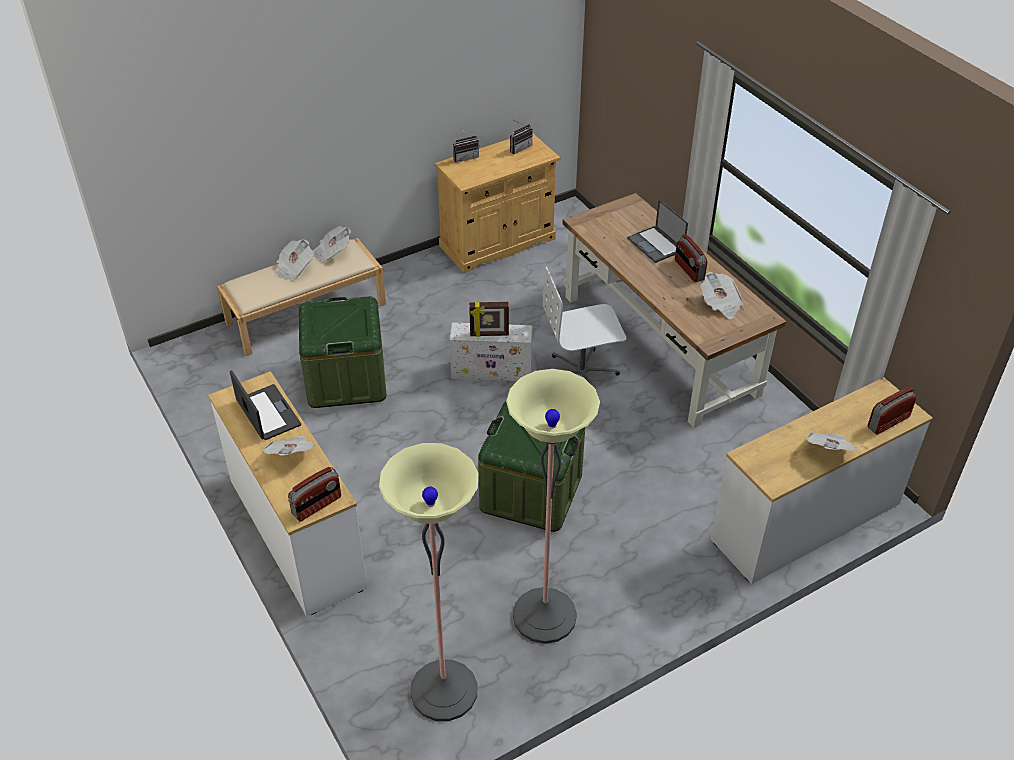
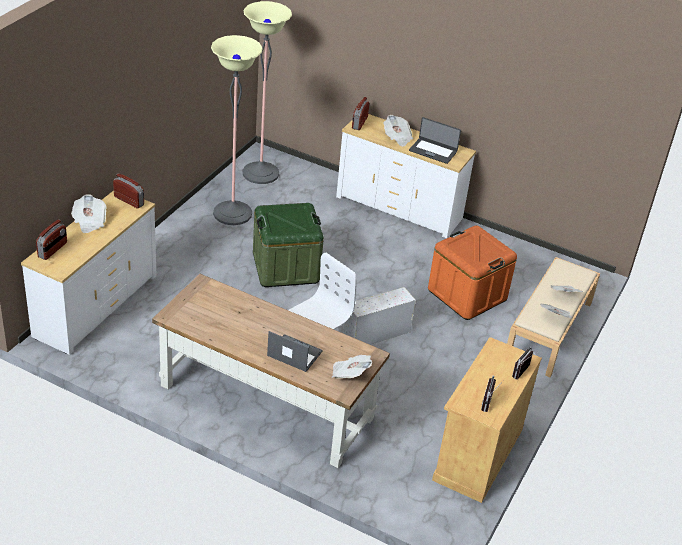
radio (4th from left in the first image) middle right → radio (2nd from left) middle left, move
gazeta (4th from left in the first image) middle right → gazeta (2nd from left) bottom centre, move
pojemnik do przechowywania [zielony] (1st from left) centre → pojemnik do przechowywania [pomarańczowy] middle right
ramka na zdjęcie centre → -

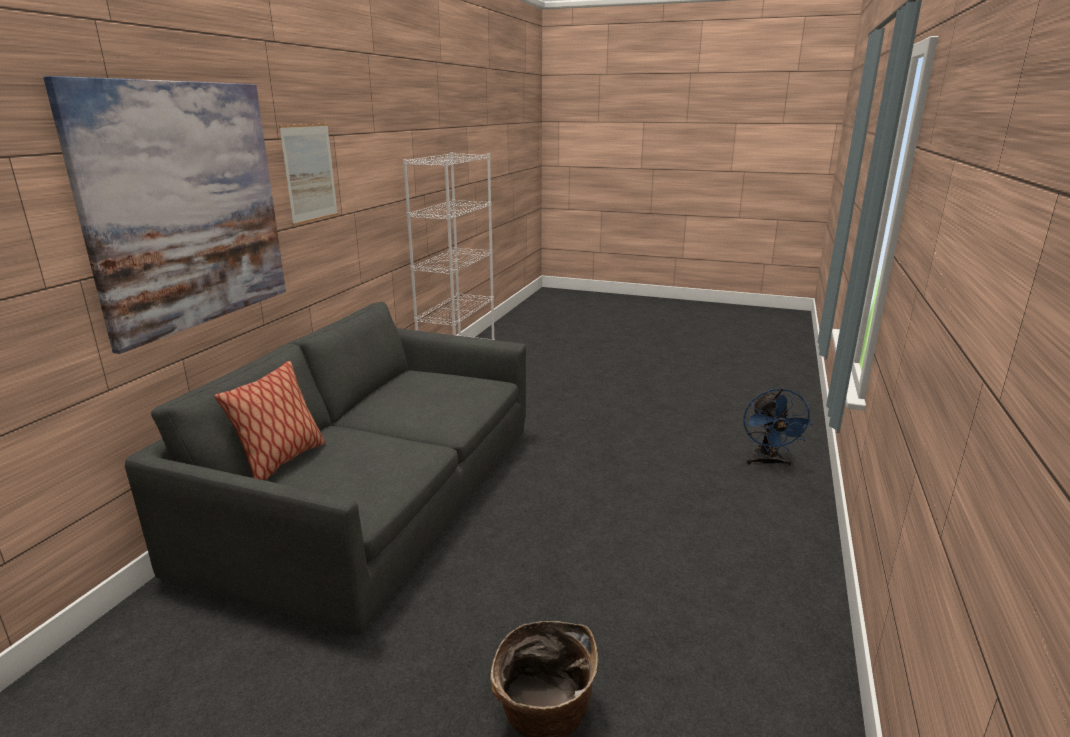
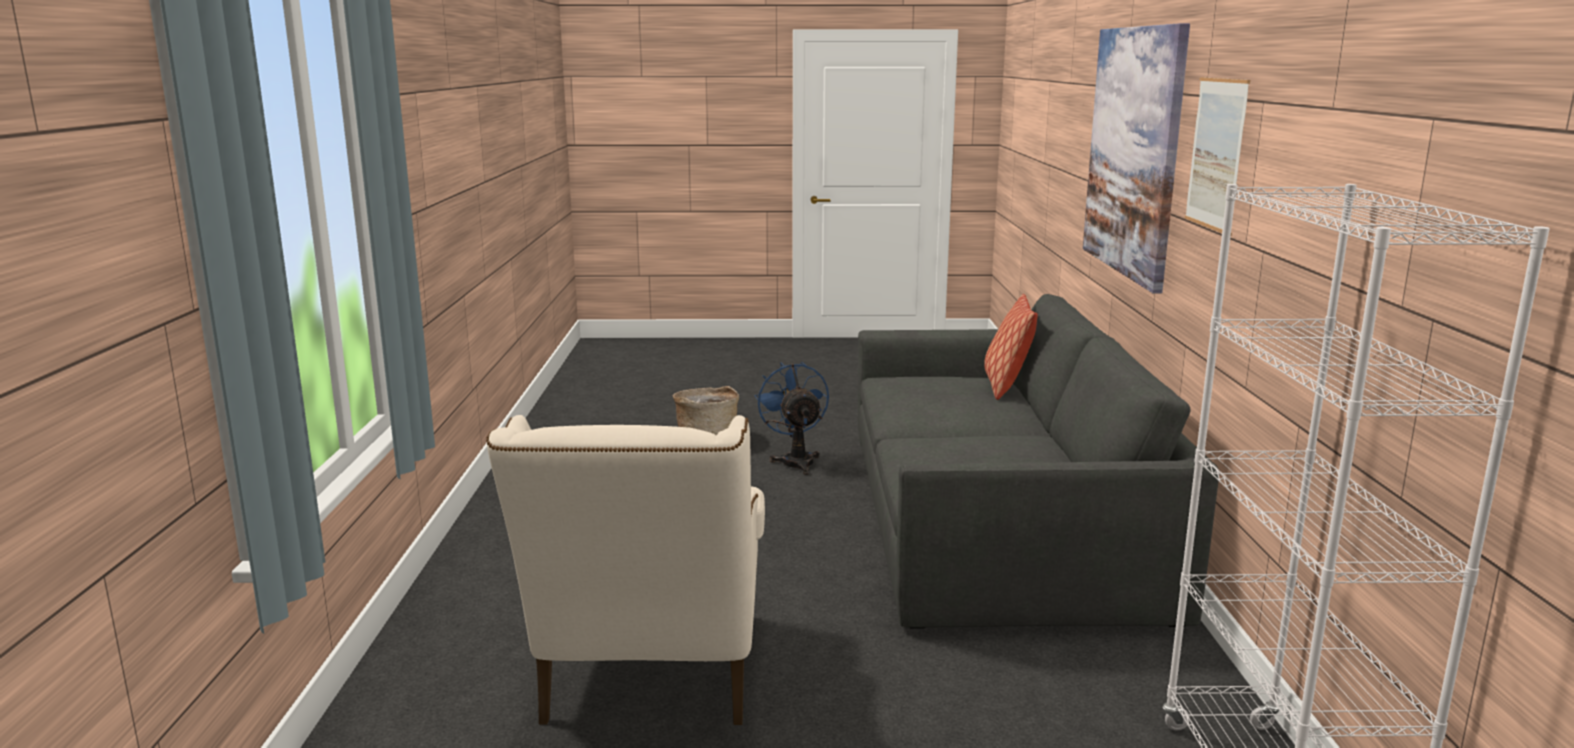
- → fotel [beżowy] bottom centre
wentylator [niebieski] middle right → wentylator [niebieski] centre, move

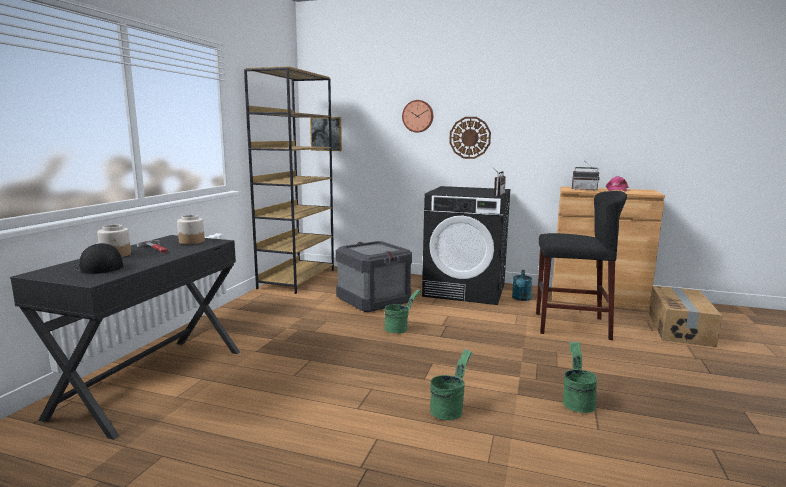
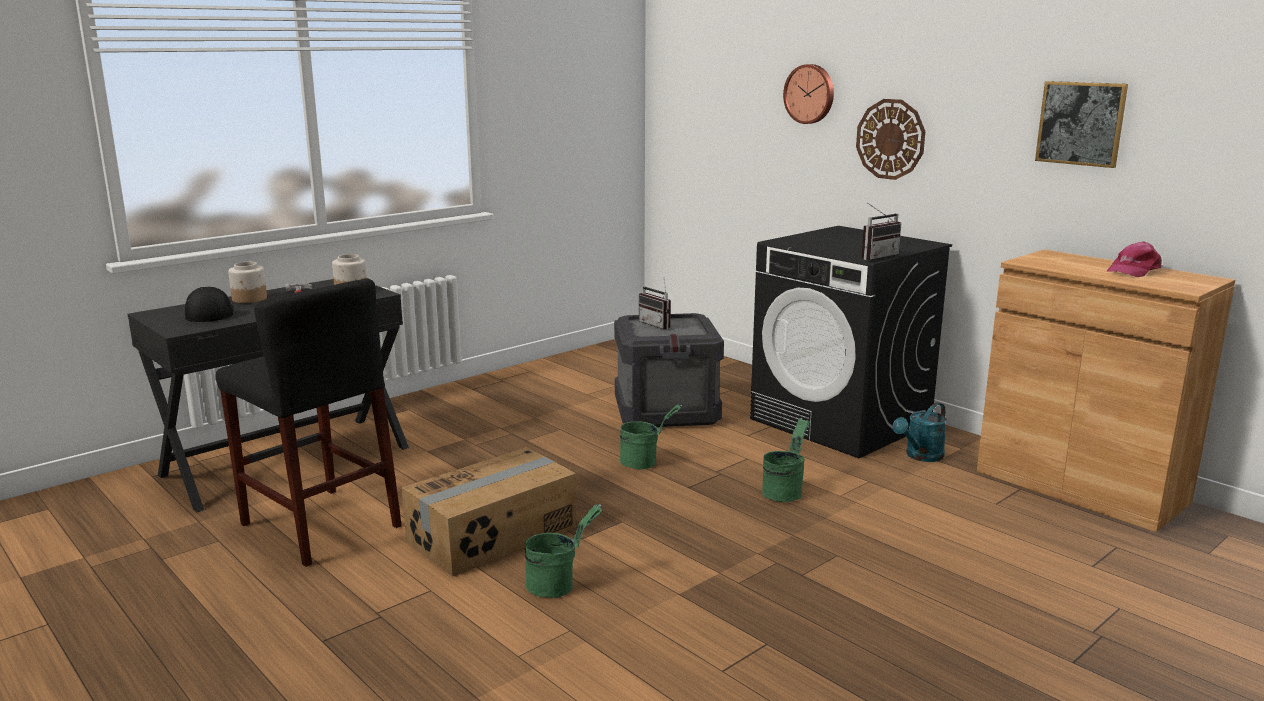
stołek [czarny] middle right → stołek [czarny] middle left, move
karton middle right → karton bottom centre, move
radio (2nd from left in the first image) middle right → radio (1st from left) centre, move
wiadro [zielony] (3rd from left) bottom right → wiadro [zielony] (3rd from left) centre, move
obraz top centre → obraz top right, move
regał [brązowy] centre → -

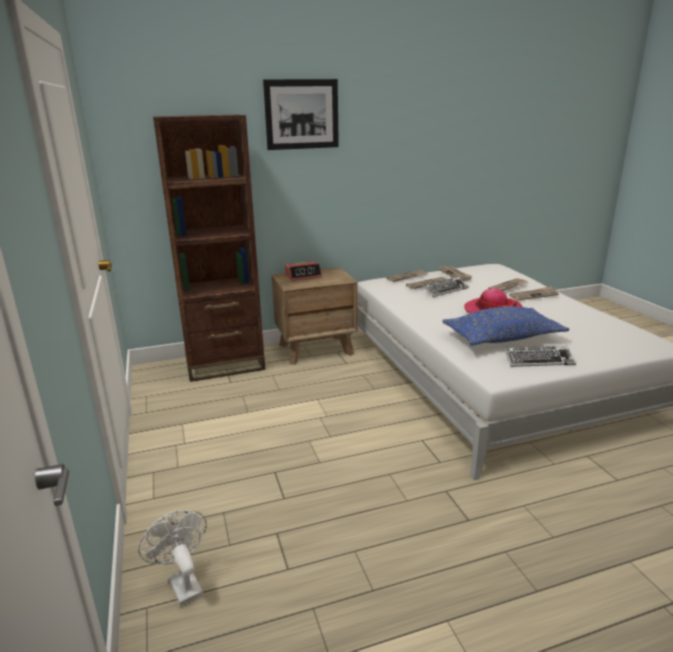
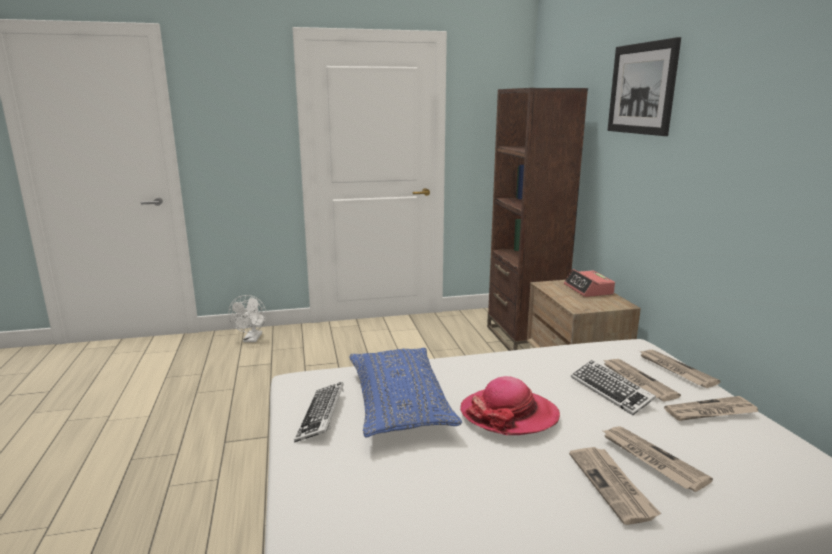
wentylator [biały] bottom left → wentylator [biały] middle left, 120 degrees clockwise

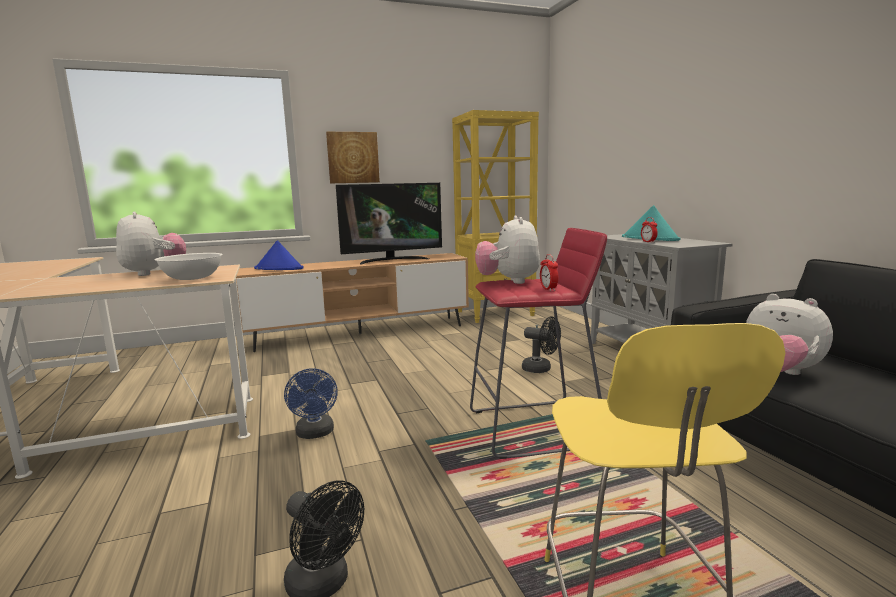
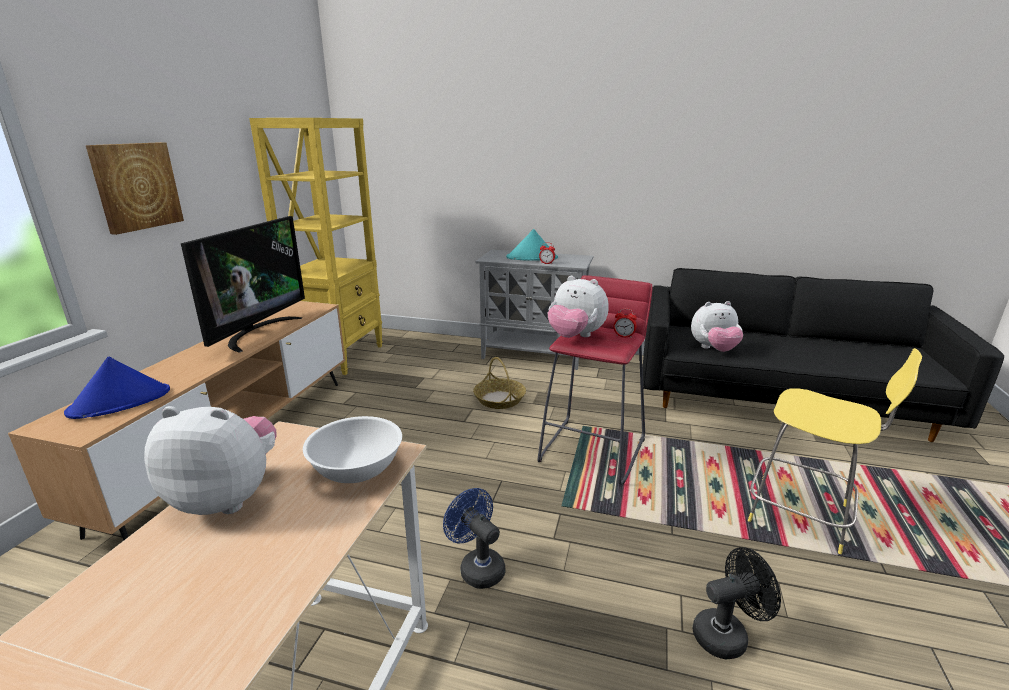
wentylator [niebieski] bottom centre, 150 degrees counterclockwise
wentylator [czarny] (2nd from left) centre → koszyk centre

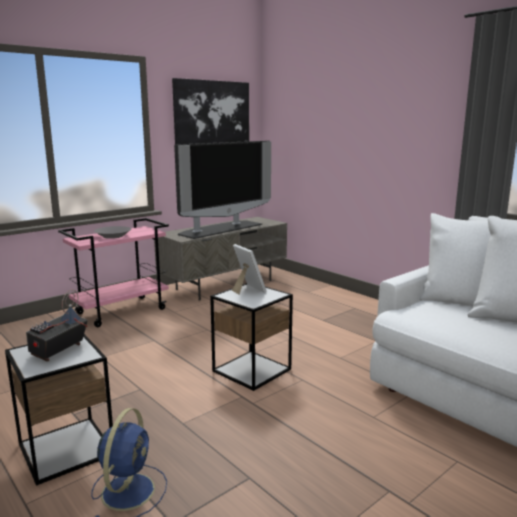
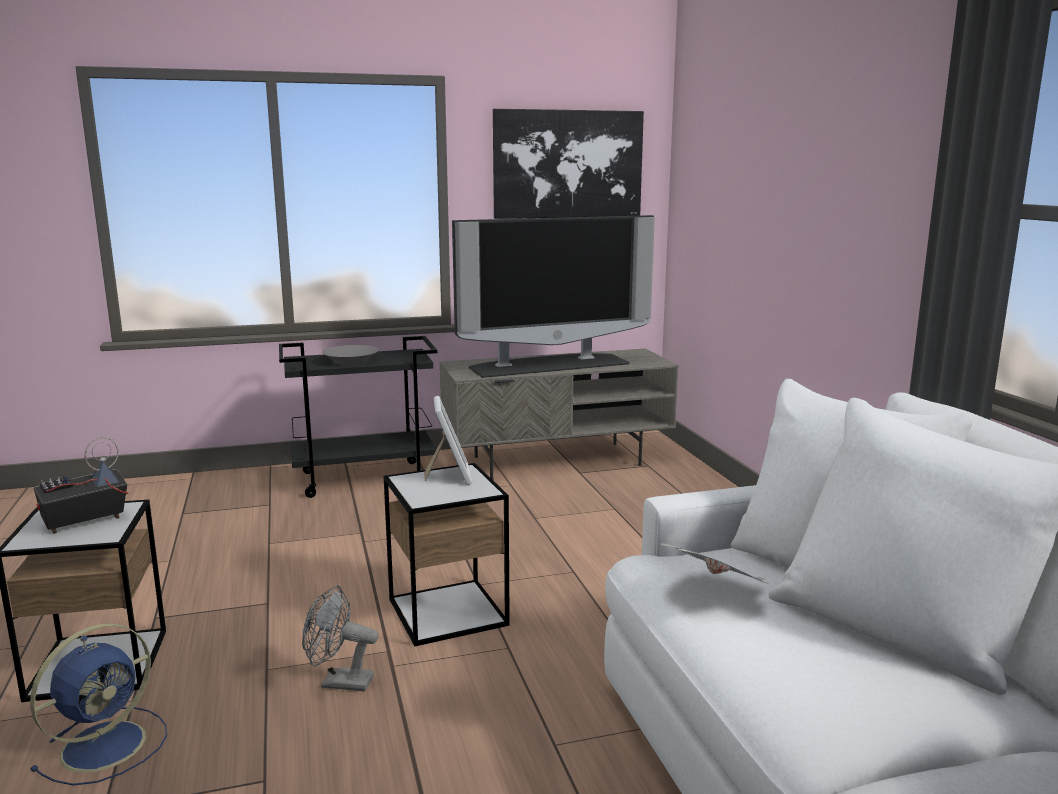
wózek [różowy] middle left → wózek [czarny] centre
- → wentylator [szary] bottom left
- → gazeta bottom right

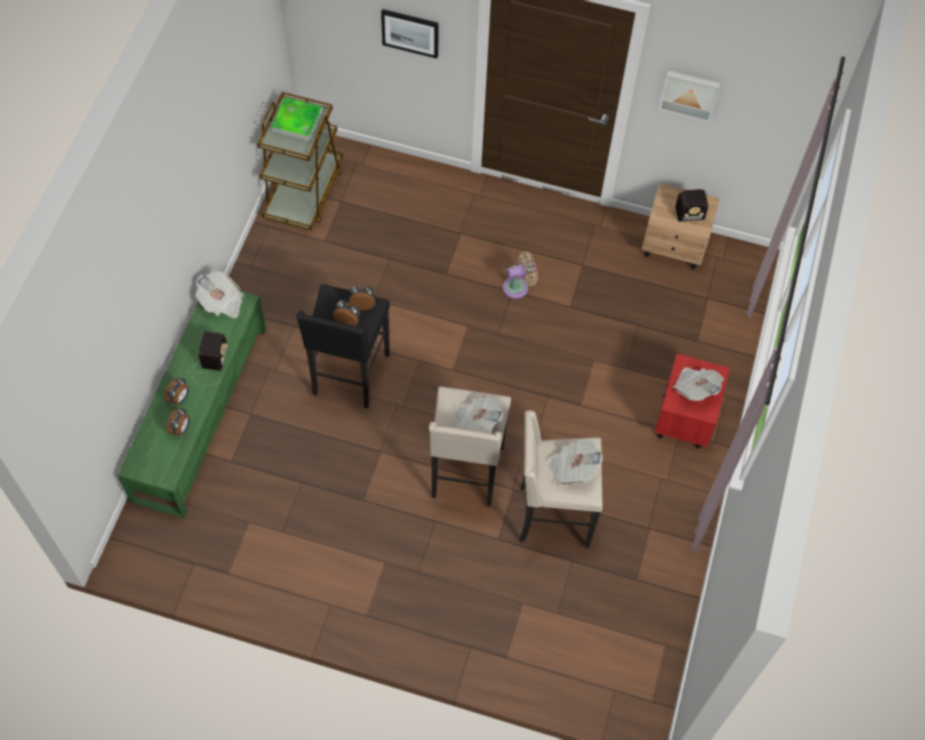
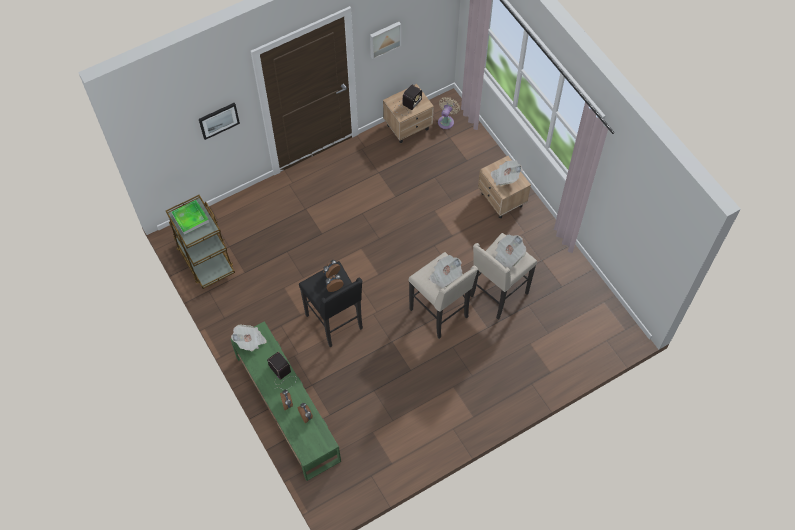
wentylator [beżowy] centre → wentylator [beżowy] top centre, move
szafka nocna [czerwony] middle right → szafka nocna [beżowy] (2nd from left) centre

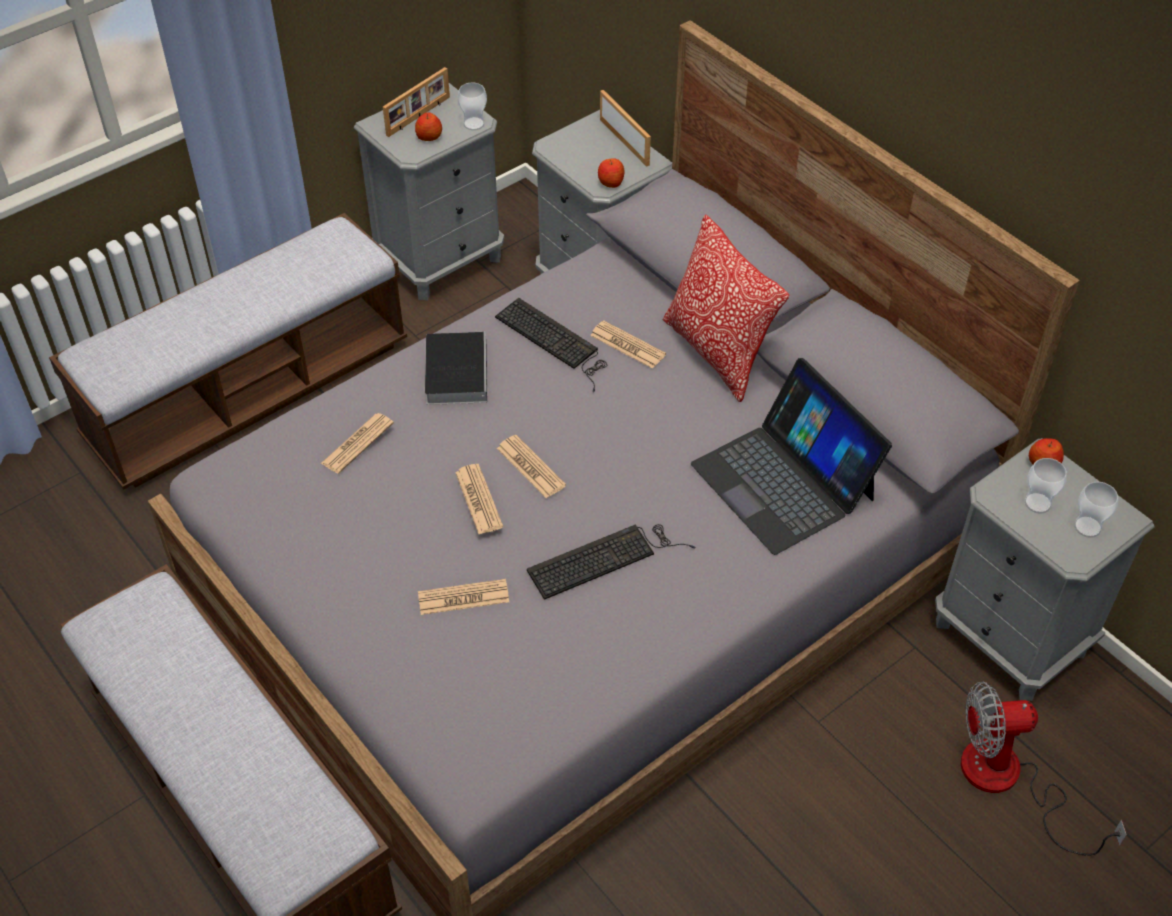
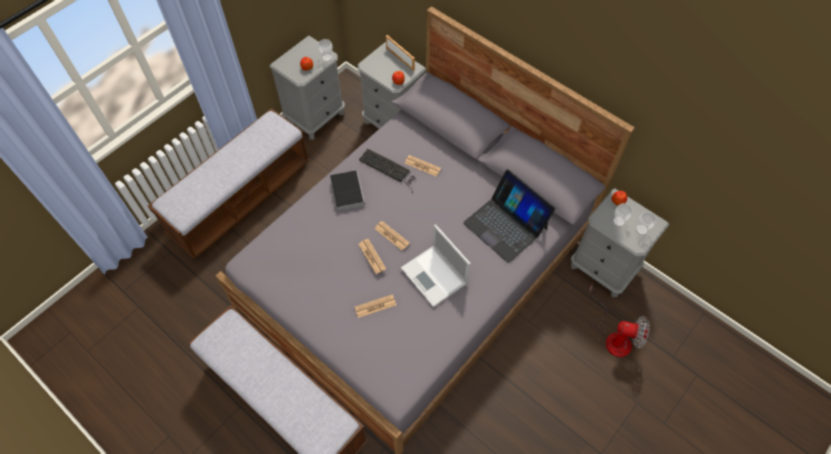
klawiatura (2nd from left) centre → laptop (1st from left) centre
wentylator bottom right, 150 degrees counterclockwise
gazeta (1st from left) middle left → -
ramka na zdjęcie (1st from left) top centre → -
poduszka centre → -

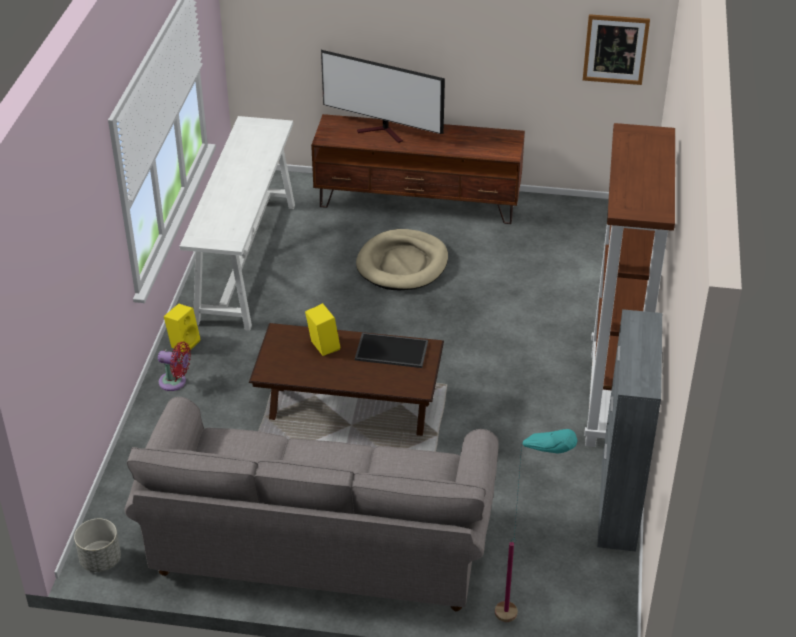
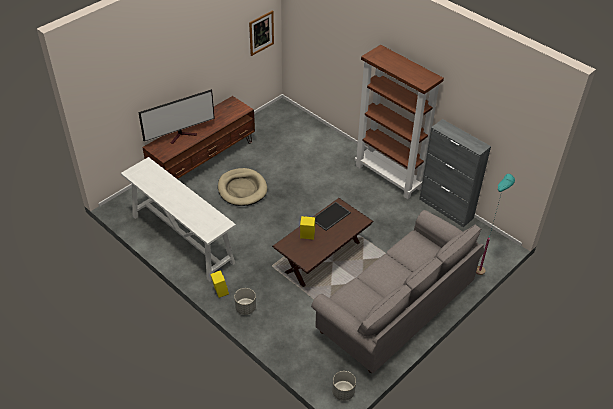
wentylator [czerwony] middle left → donica [szary] (1st from left) bottom centre

